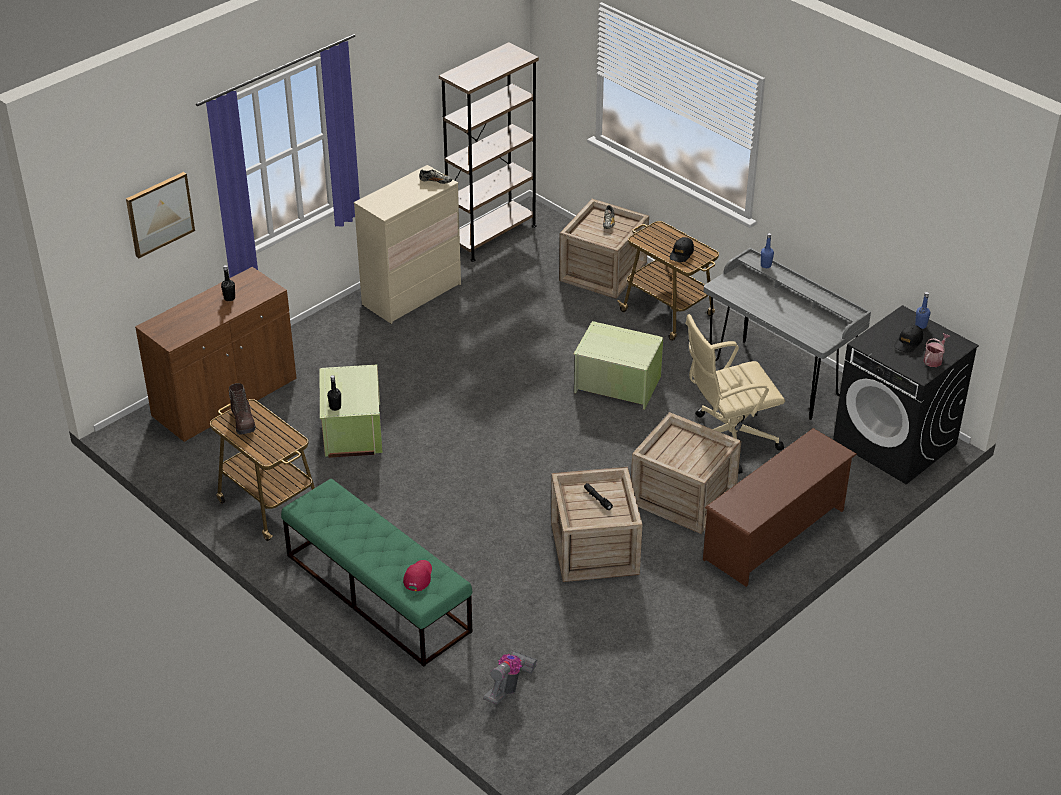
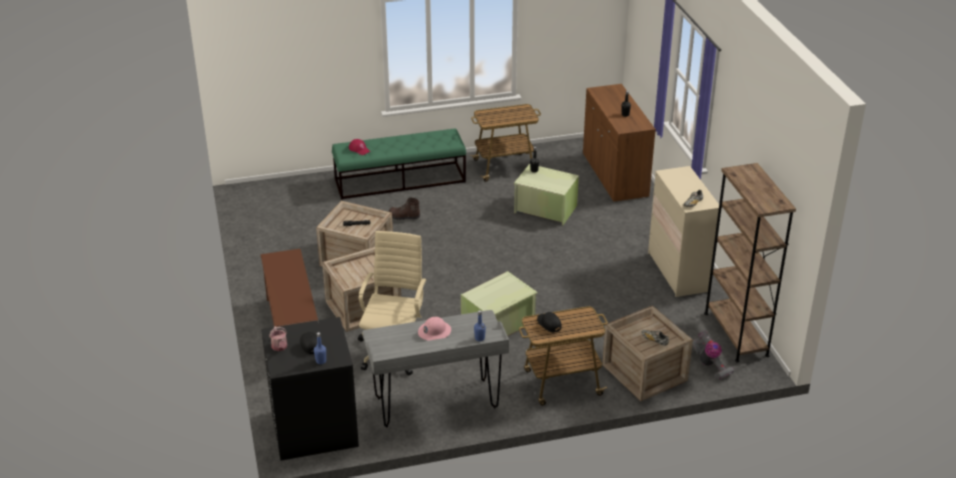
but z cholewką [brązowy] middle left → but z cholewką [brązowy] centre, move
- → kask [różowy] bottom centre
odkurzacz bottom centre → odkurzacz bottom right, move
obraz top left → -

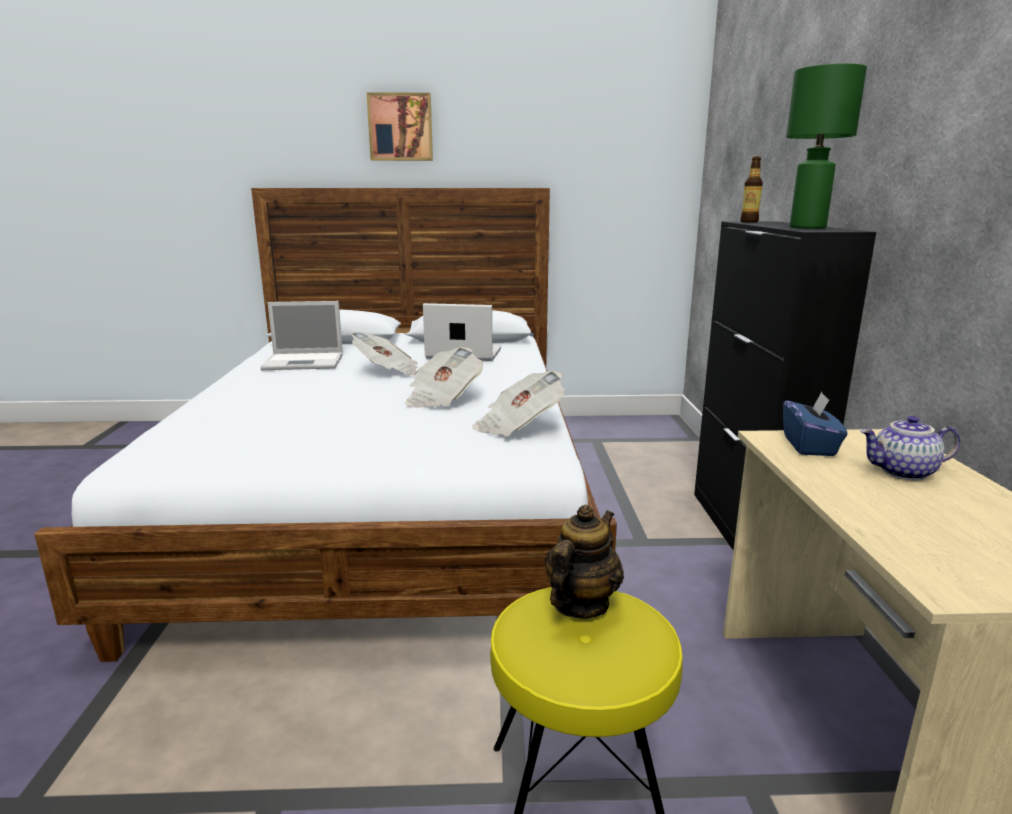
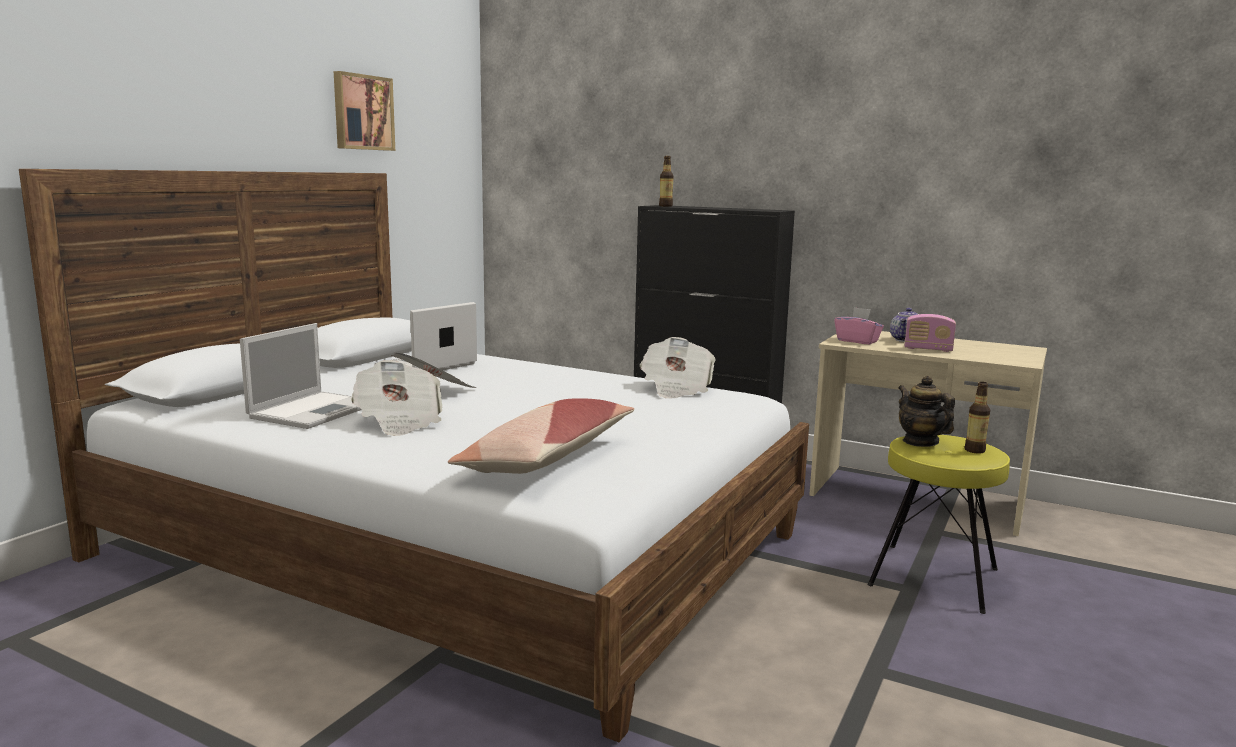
obraz top centre → obraz top left, move
gazeta (2nd from left in the first image) centre → gazeta (1st from left) middle left, move
- → poduszka centre
pudełko chusteczek [niebieski] middle right → pudełko chusteczek [różowy] middle right
- → radio middle right
- → butelka (2nd from left) middle right
lampa stołowa [zielony] top right → -

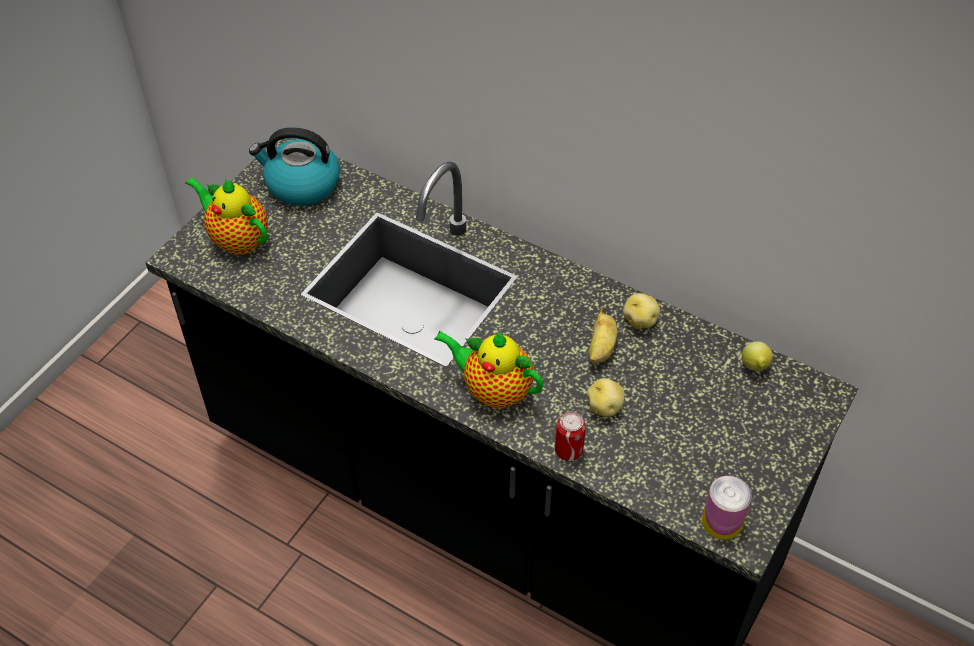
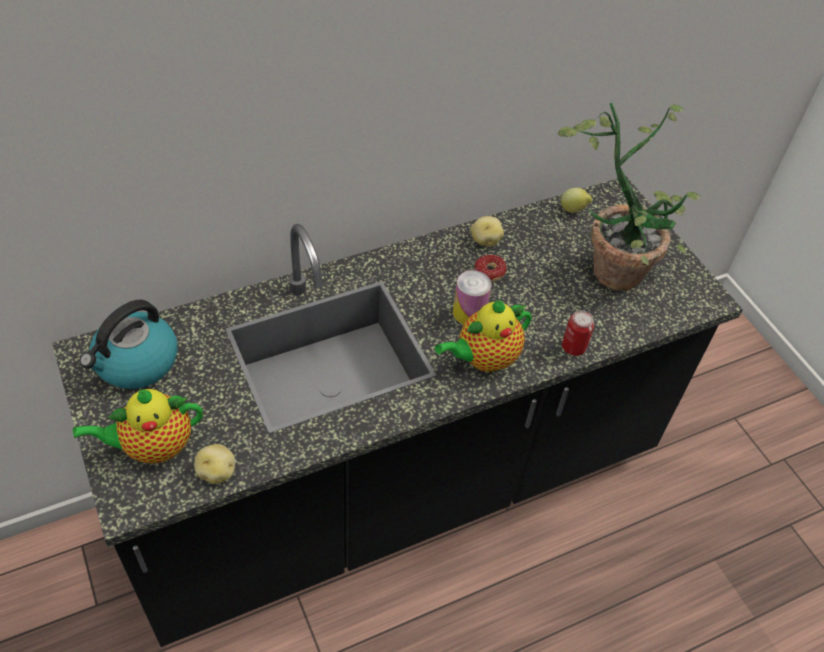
ziemniak (1st from left) centre → ziemniak (1st from left) bottom left, move
puszka (2nd from left in the first image) bottom right → puszka (1st from left) centre, move
banan centre → donut centre
- → roślina doniczkowa top right

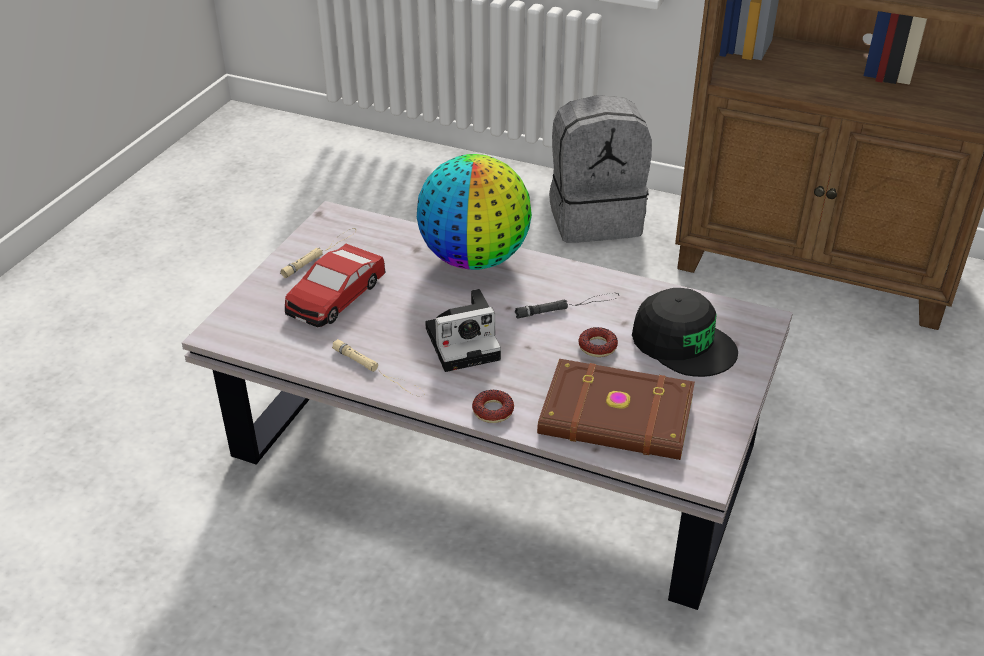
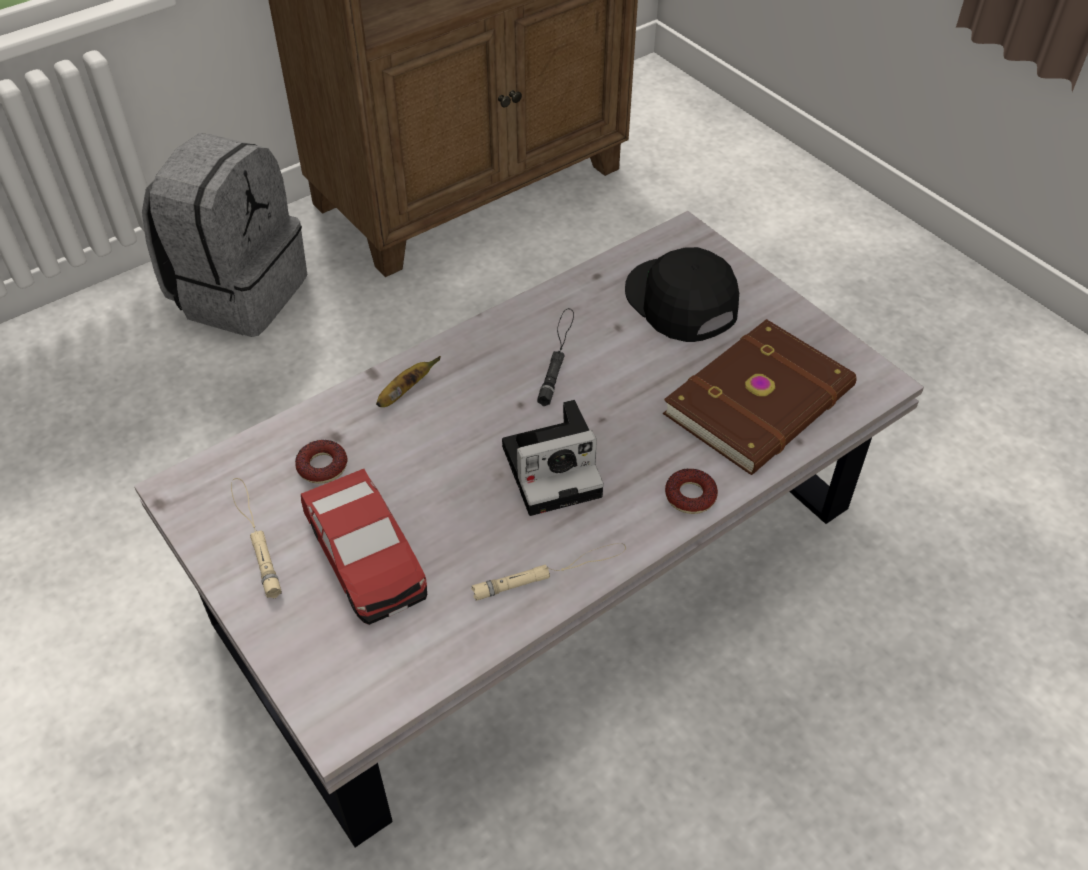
donut (2nd from left in the first image) centre → donut (1st from left) middle left, move
globus top centre → banan centre
aparat fotograficzny centre, 60 degrees clockwise
czapka z daszkiem [czarny] middle right → czapka z daszkiem [czarny] centre, 105 degrees counterclockwise

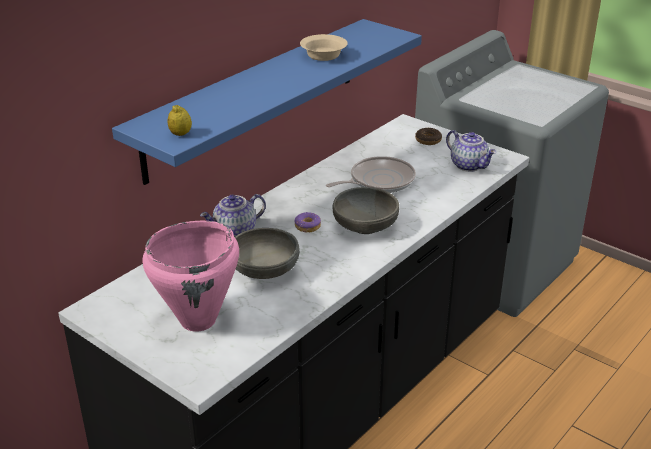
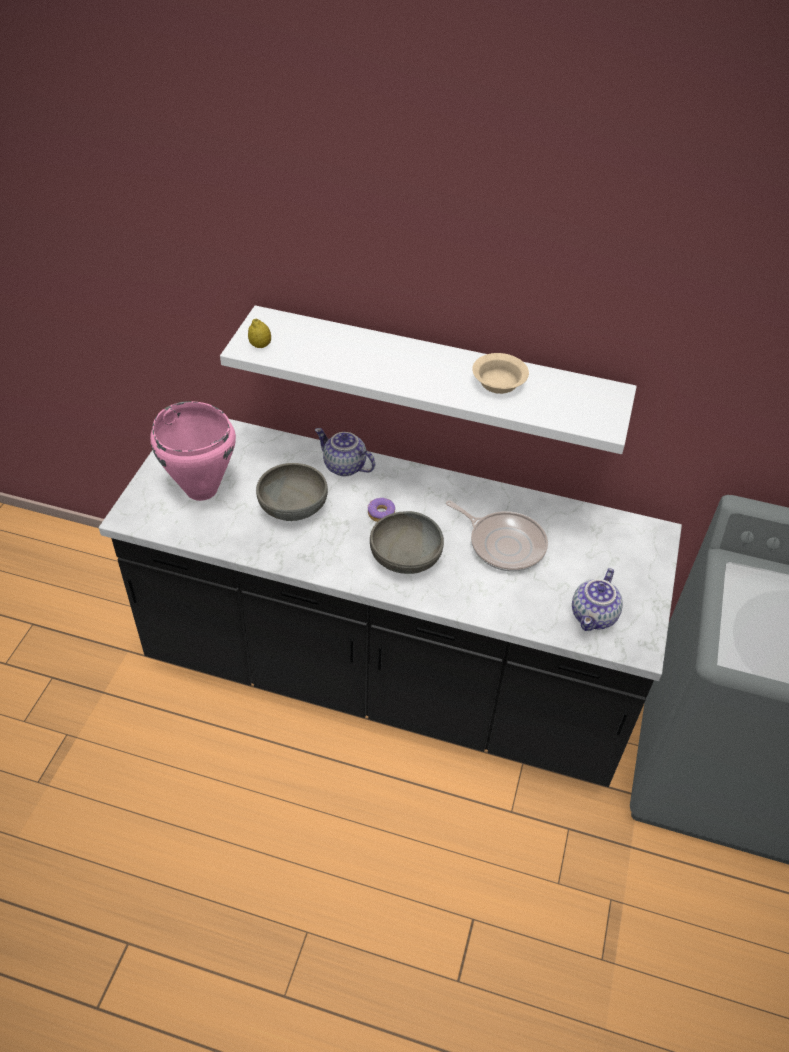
półka [niebieski] top centre → półka [biały] centre
donut (2nd from left) top centre → -

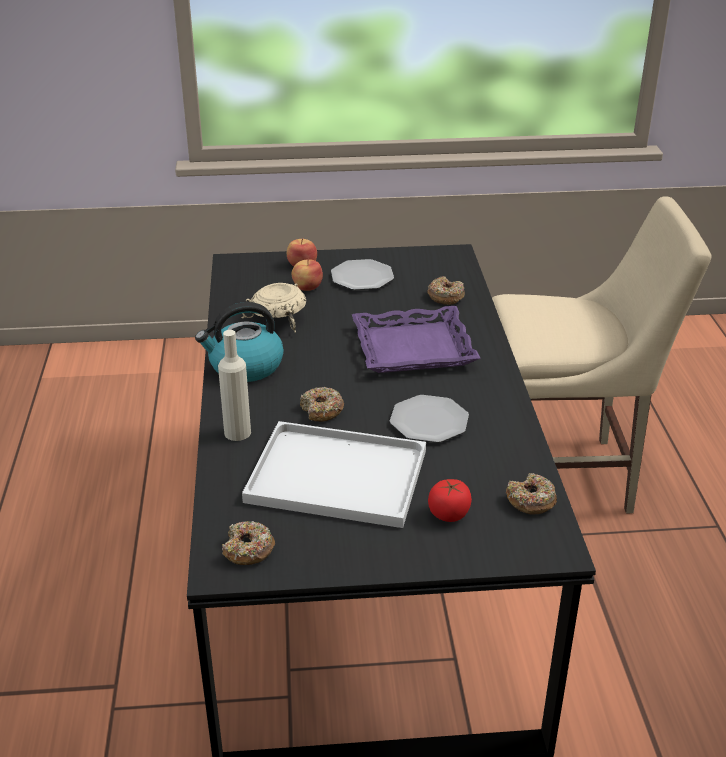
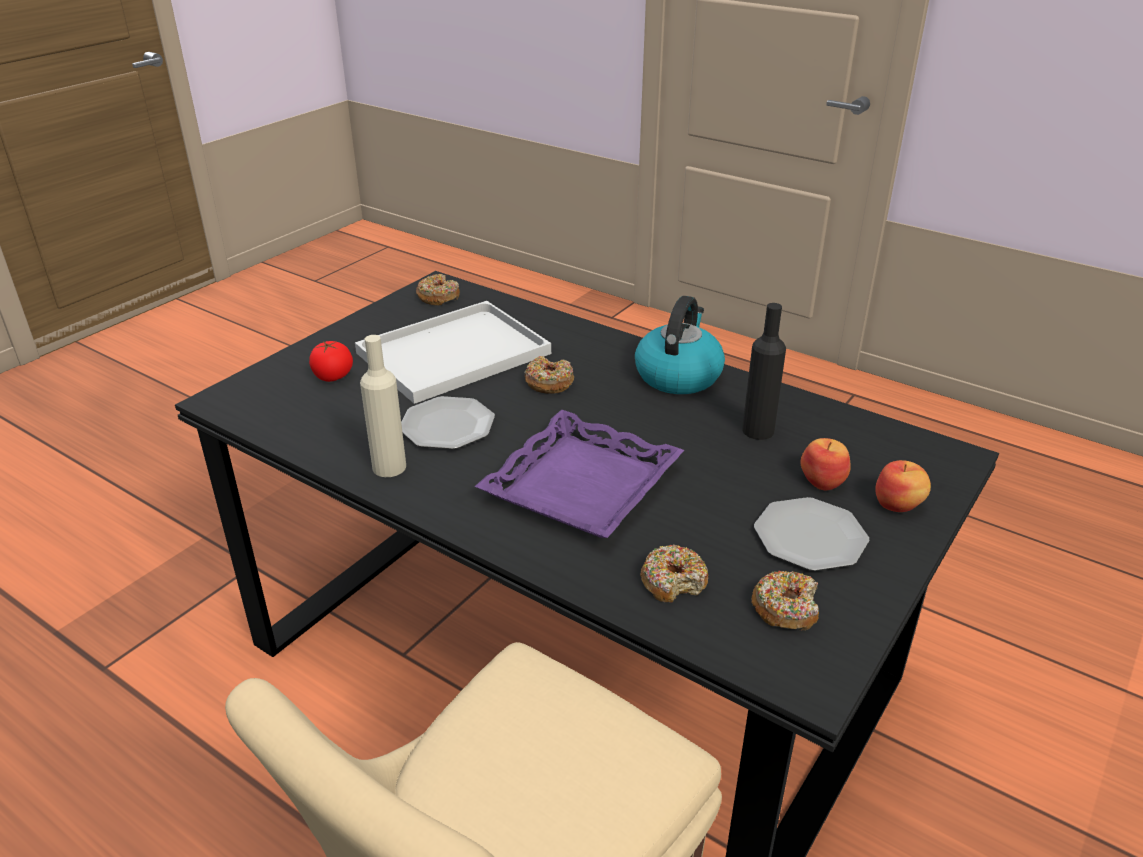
butelka [beżowy] middle left → butelka [beżowy] centre, move
miska [beżowy] centre → butelka [czarny] middle right
donut (4th from left) middle right → donut (4th from left) bottom right, move

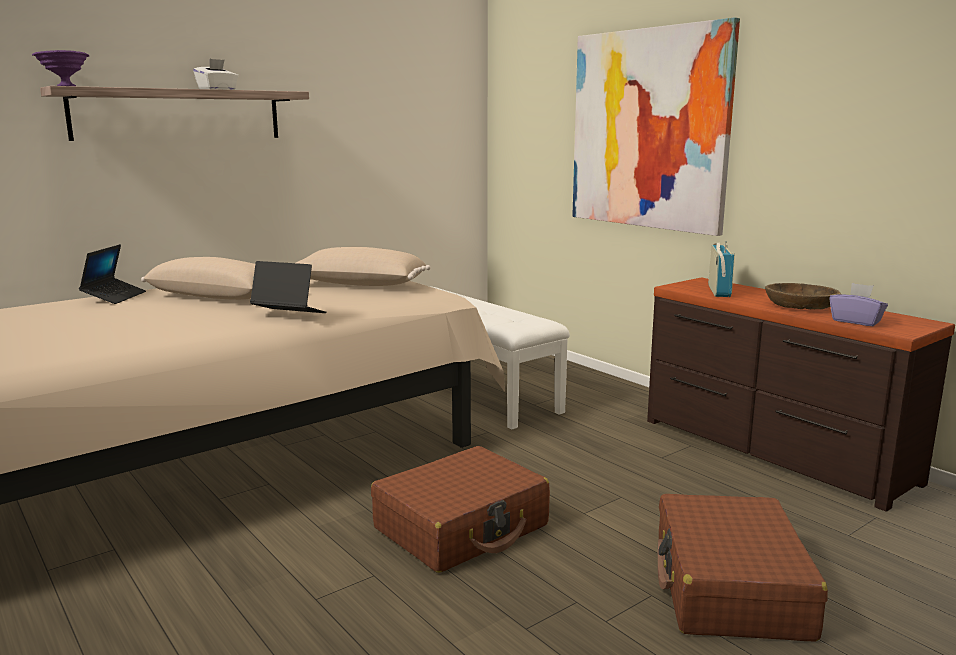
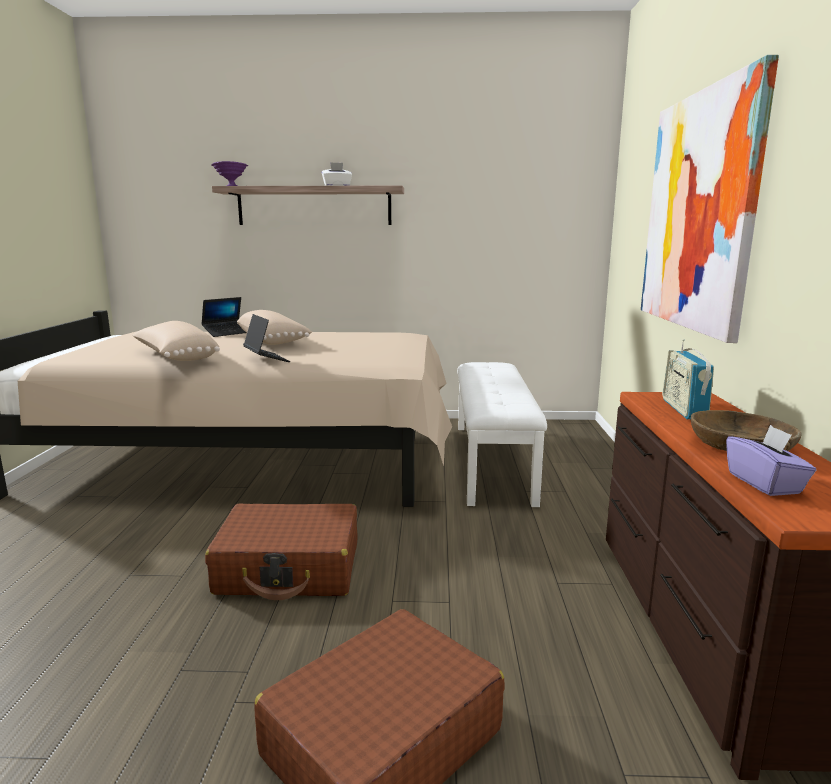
poduszka [beżowy] (2nd from left in the first image) centre → poduszka [beżowy] (1st from left) middle left, move
radio middle right, 135 degrees clockwise

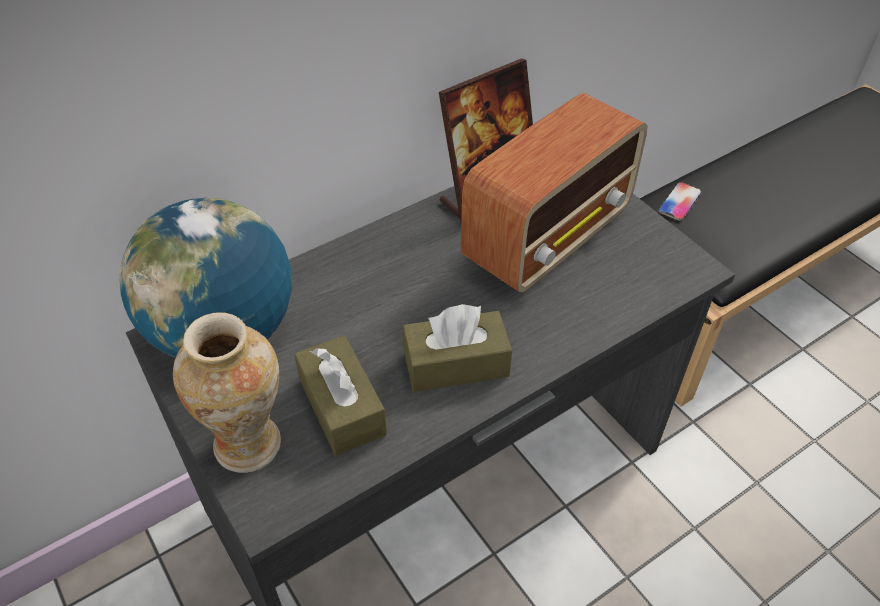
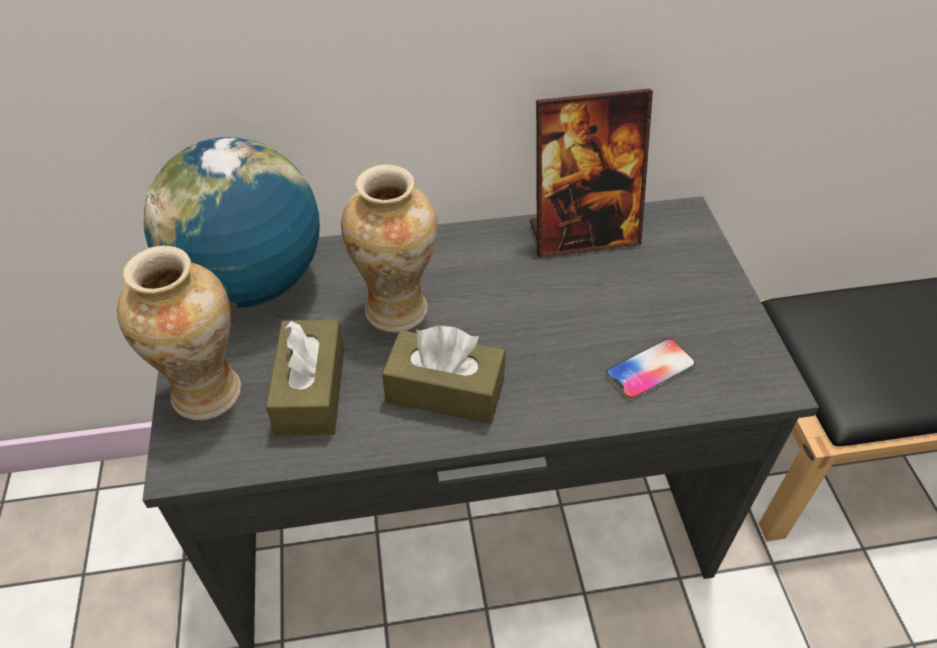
- → wazon (2nd from left) centre
telefon top right → telefon middle right, move
radio top centre → -

